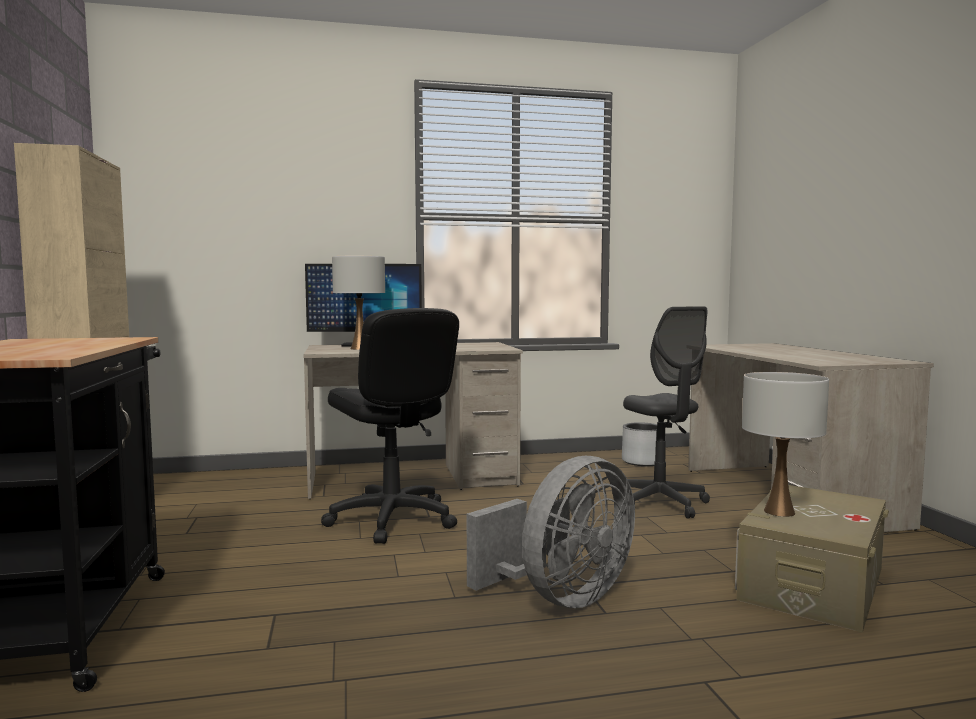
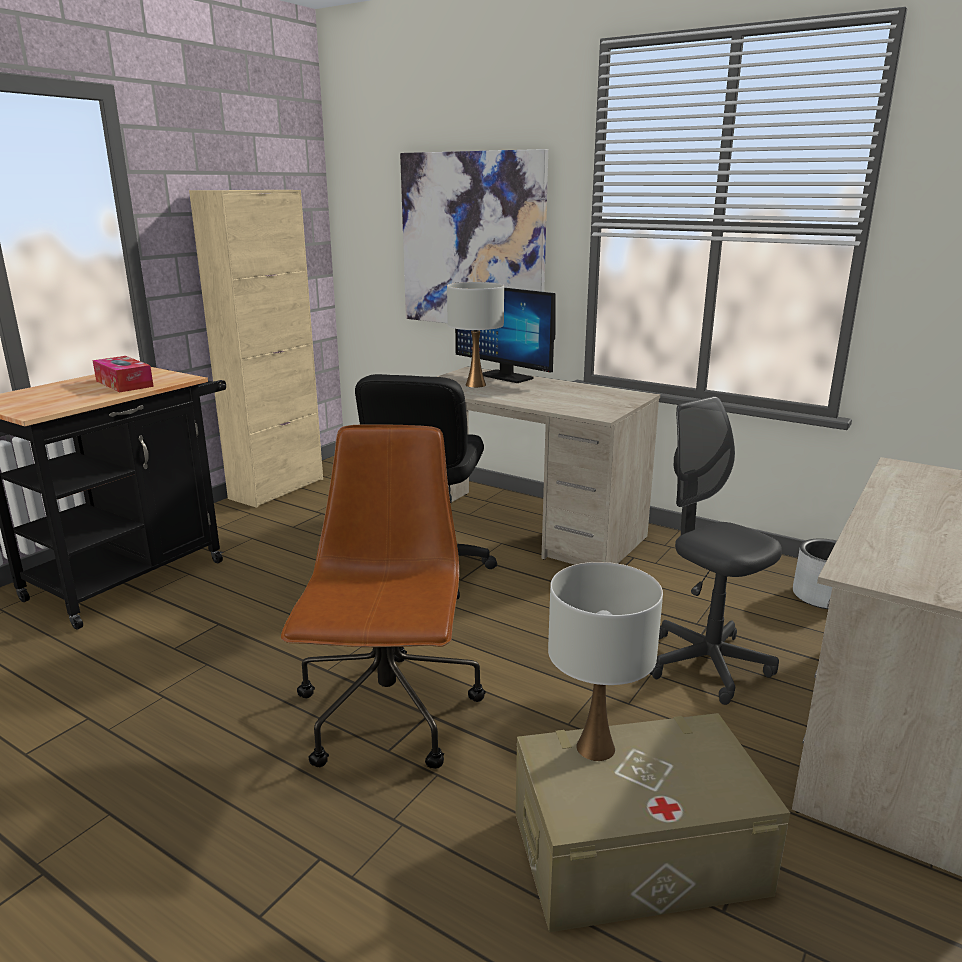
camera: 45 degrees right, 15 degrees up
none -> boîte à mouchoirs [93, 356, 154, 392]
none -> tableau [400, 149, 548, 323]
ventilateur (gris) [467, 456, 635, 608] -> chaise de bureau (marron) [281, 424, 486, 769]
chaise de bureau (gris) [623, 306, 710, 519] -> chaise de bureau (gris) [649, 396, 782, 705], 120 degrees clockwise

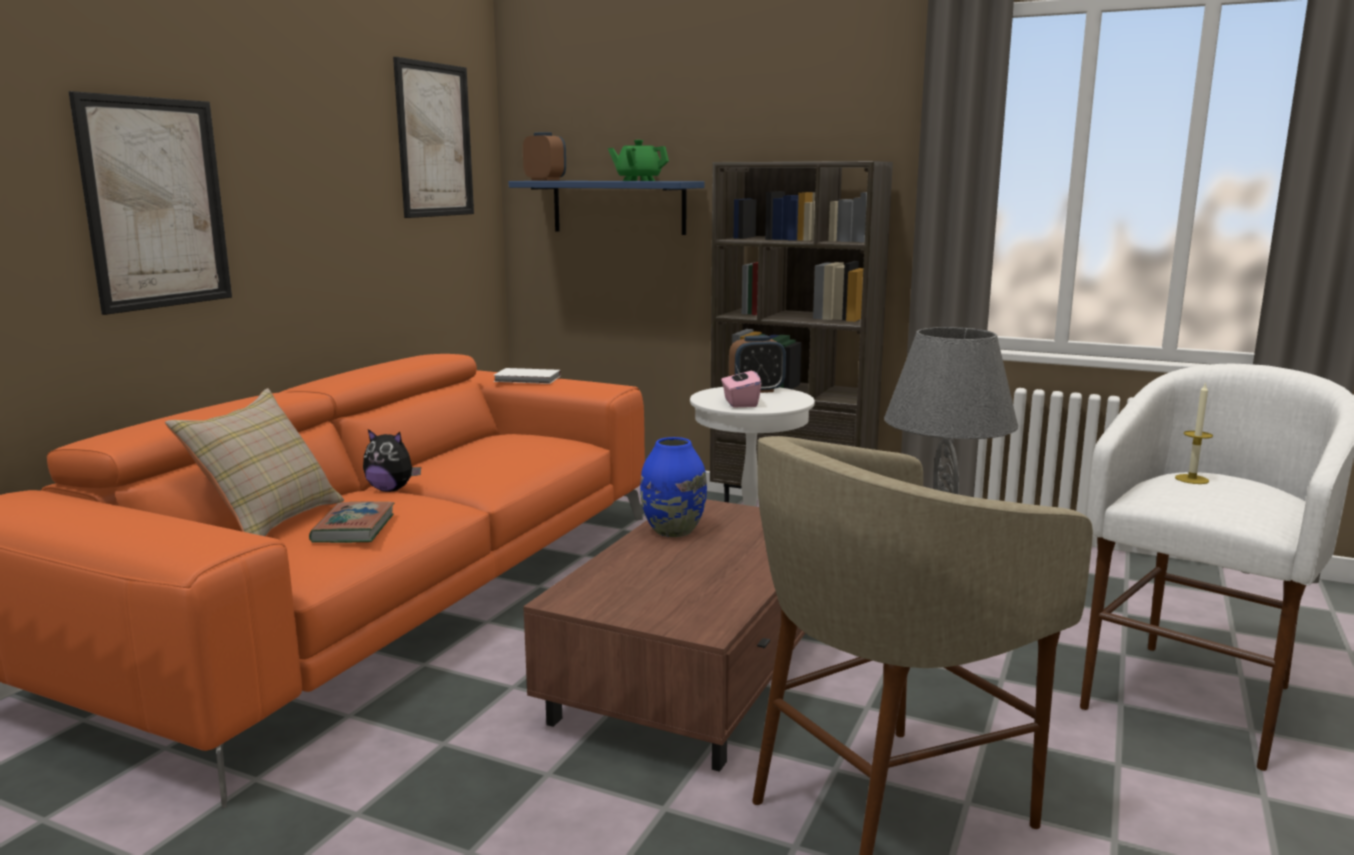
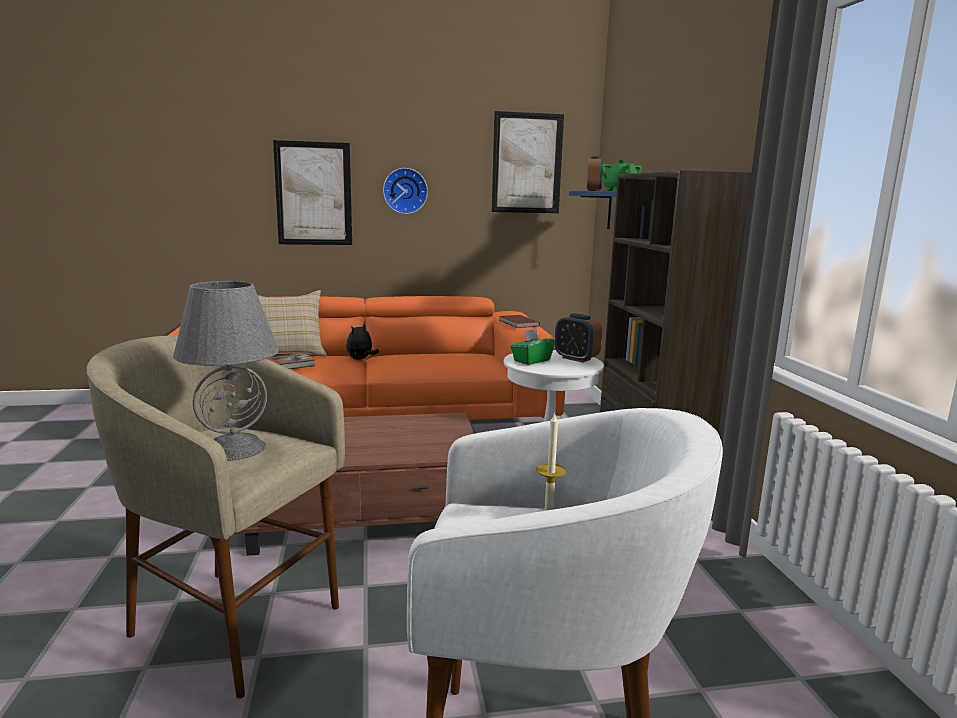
camera: 55 degrees right, 0 degrees up
vase (bleu) [640, 437, 707, 537] -> none
none -> horloge murale [383, 168, 428, 214]
livre (blanc) [494, 368, 561, 384] -> livre (marron) [499, 315, 540, 328]
boîte à mouchoirs (rose) [721, 364, 761, 407] -> boîte à mouchoirs (vert) [510, 329, 555, 365]
peluche [363, 429, 421, 492] -> peluche [346, 323, 379, 360], 45 degrees clockwise

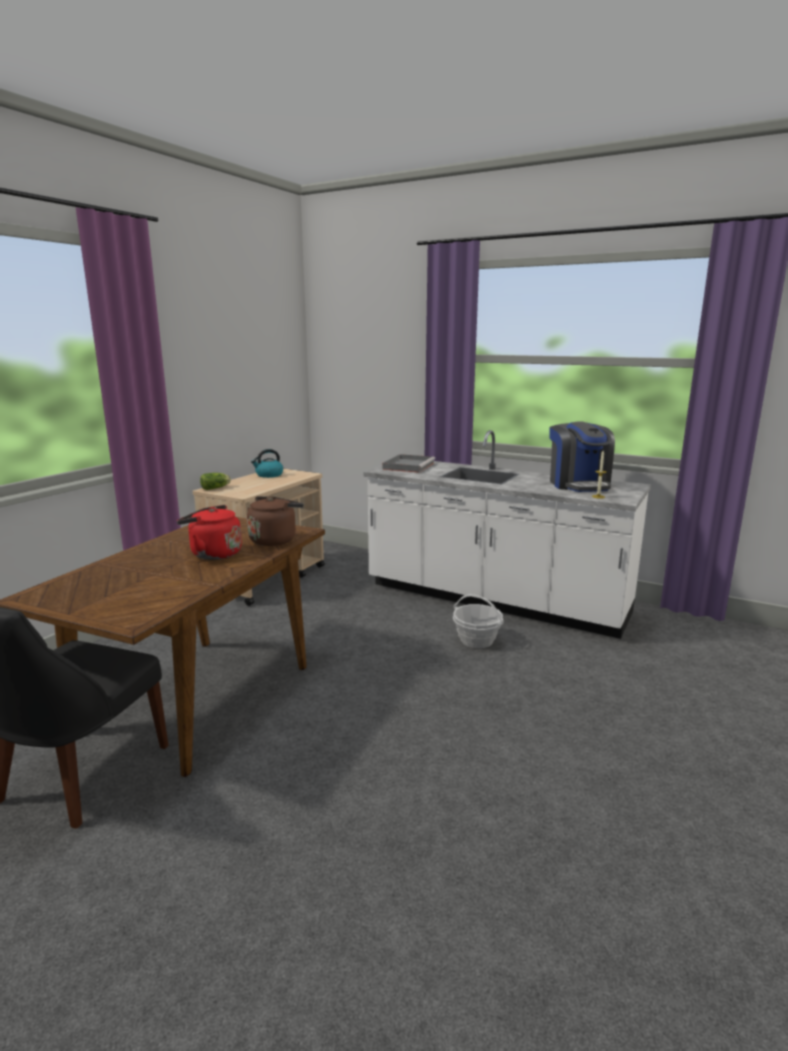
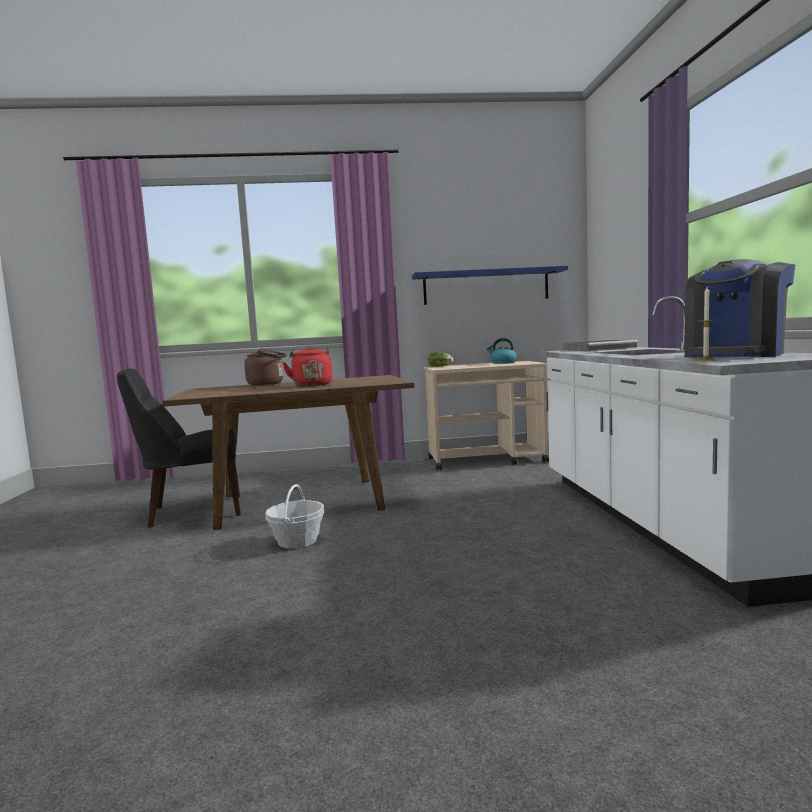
camera: 55 degrees right, 10 degrees down
none -> étagère (bleu) [412, 266, 568, 305]
bouilloire (marron) [247, 496, 304, 546] -> bouilloire (marron) [244, 348, 287, 386], relocated
panier [453, 594, 504, 648] -> panier [265, 484, 324, 549], relocated

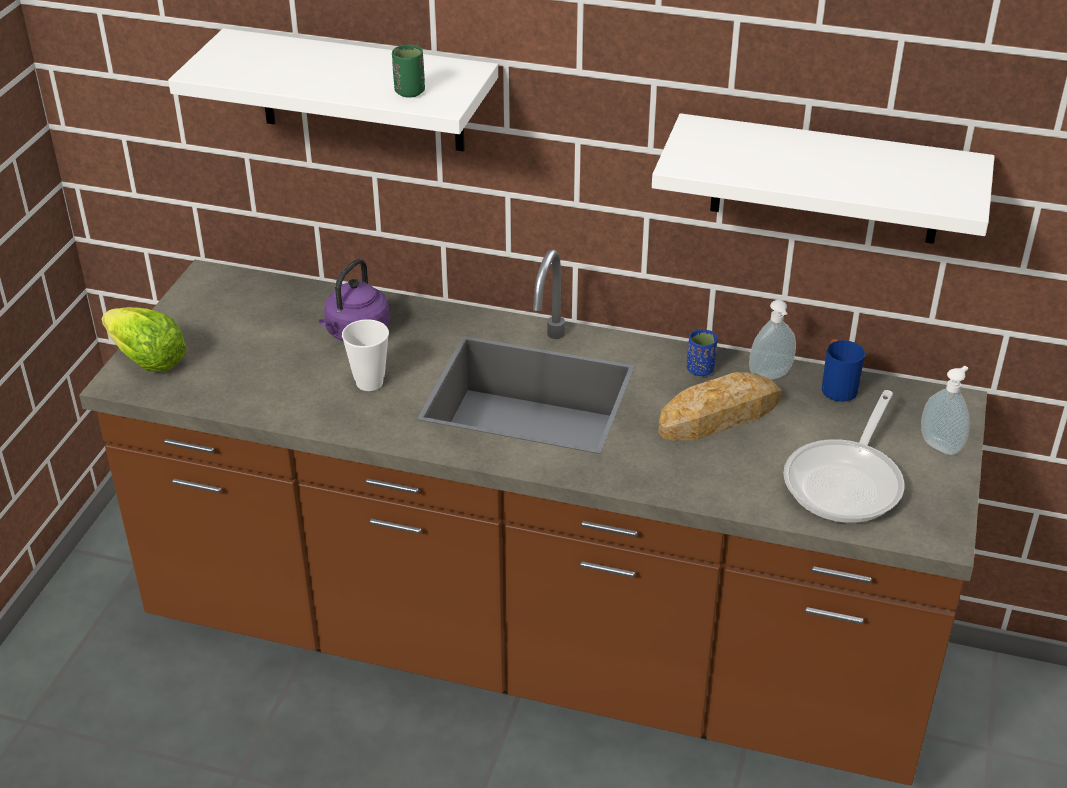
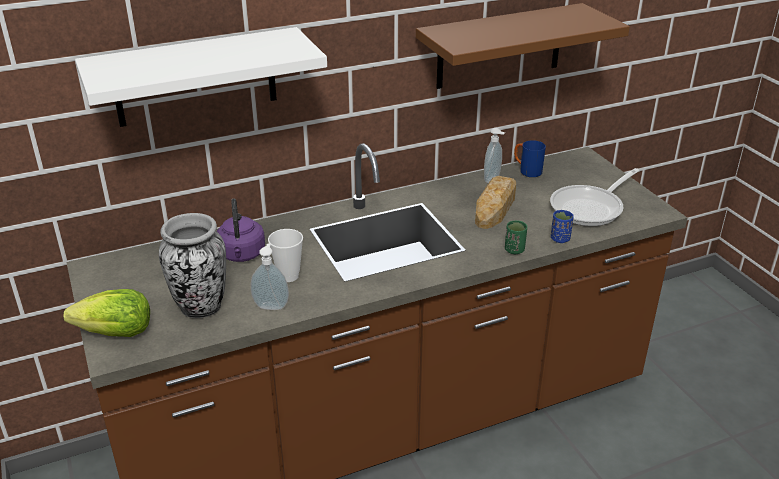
camera: 40 degrees left, 5 degrees down
none -> vase [159, 213, 226, 318]
tasse (vert) [392, 45, 425, 98] -> tasse (vert) [505, 221, 527, 254], relocated
tasse (bleu) [687, 329, 718, 376] -> tasse (bleu) [551, 210, 574, 243], relocated
distributeur de savon [921, 366, 970, 455] -> distributeur de savon [250, 243, 289, 310], relocated
étagère (blanc) [652, 113, 995, 244] -> étagère (marron) [416, 3, 630, 89]
poêle [783, 390, 904, 523] -> poêle [550, 168, 640, 226], 60 degrees clockwise

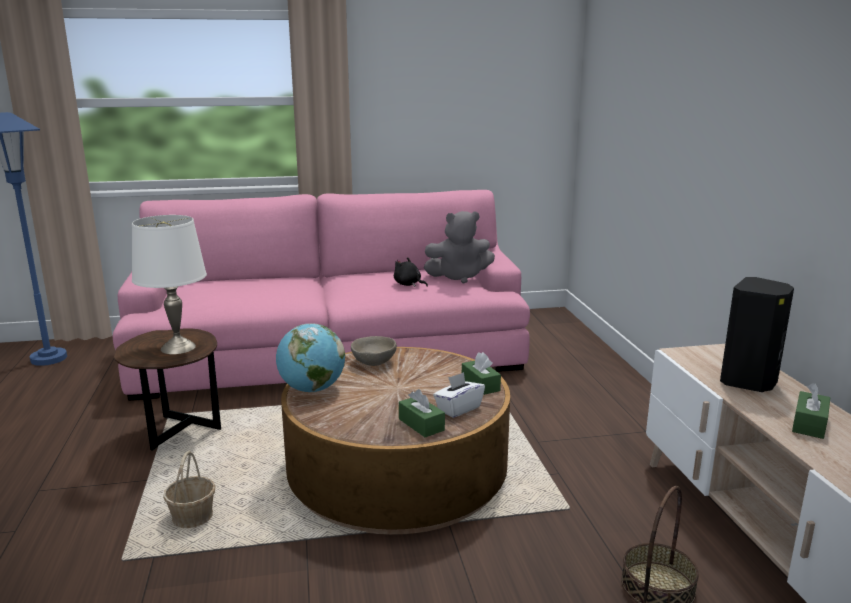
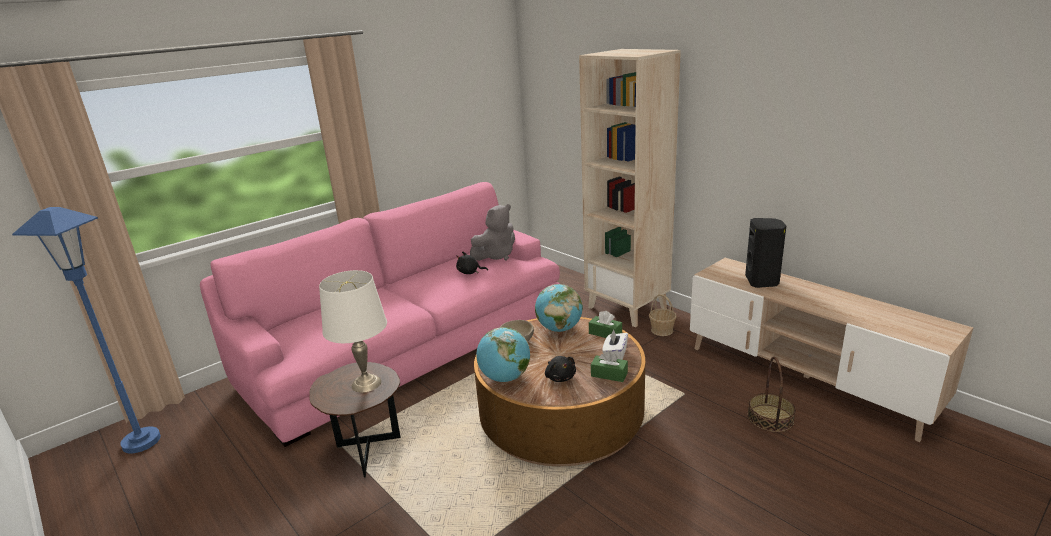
camera: 30 degrees left, 5 degrees up
boîte à mouchoirs (vert) [792, 383, 830, 439] -> none
none -> globe [535, 284, 583, 332]
none -> peluche (noir) [545, 356, 576, 382]
none -> bibliothèque (beige) [579, 49, 681, 327]
panier [163, 451, 215, 528] -> panier [649, 294, 677, 336], relocated

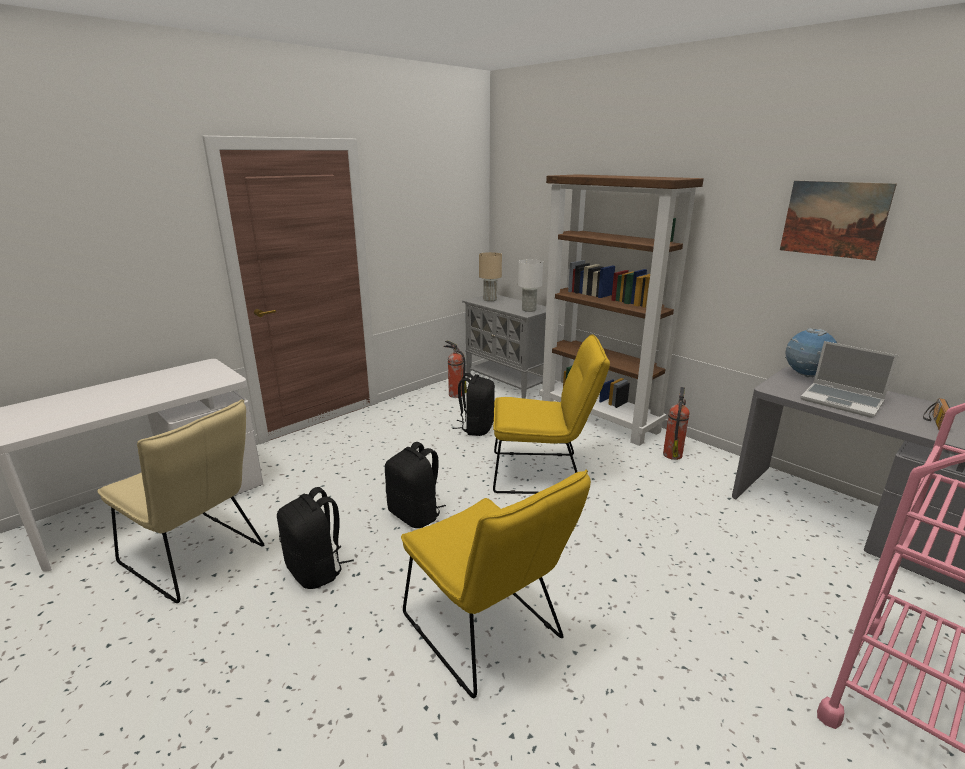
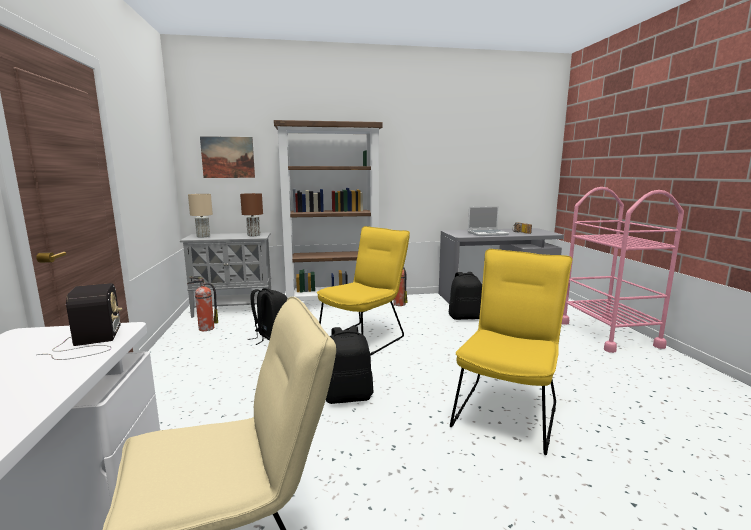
camera: 55 degrees left, 10 degrees down
globe [785, 328, 837, 377] -> none
none -> radio [36, 283, 123, 360]
sac à dos (noir) [277, 487, 354, 589] -> sac à dos (noir) [449, 272, 482, 320], relocated
tableau [780, 181, 897, 261] -> tableau [200, 136, 255, 178], relocated
lampe de table (blanc) [518, 259, 543, 312] -> lampe de table (marron) [240, 193, 263, 236]
chaise (jaune) [401, 470, 591, 698] -> chaise (jaune) [450, 249, 573, 455], 60 degrees counterclockwise

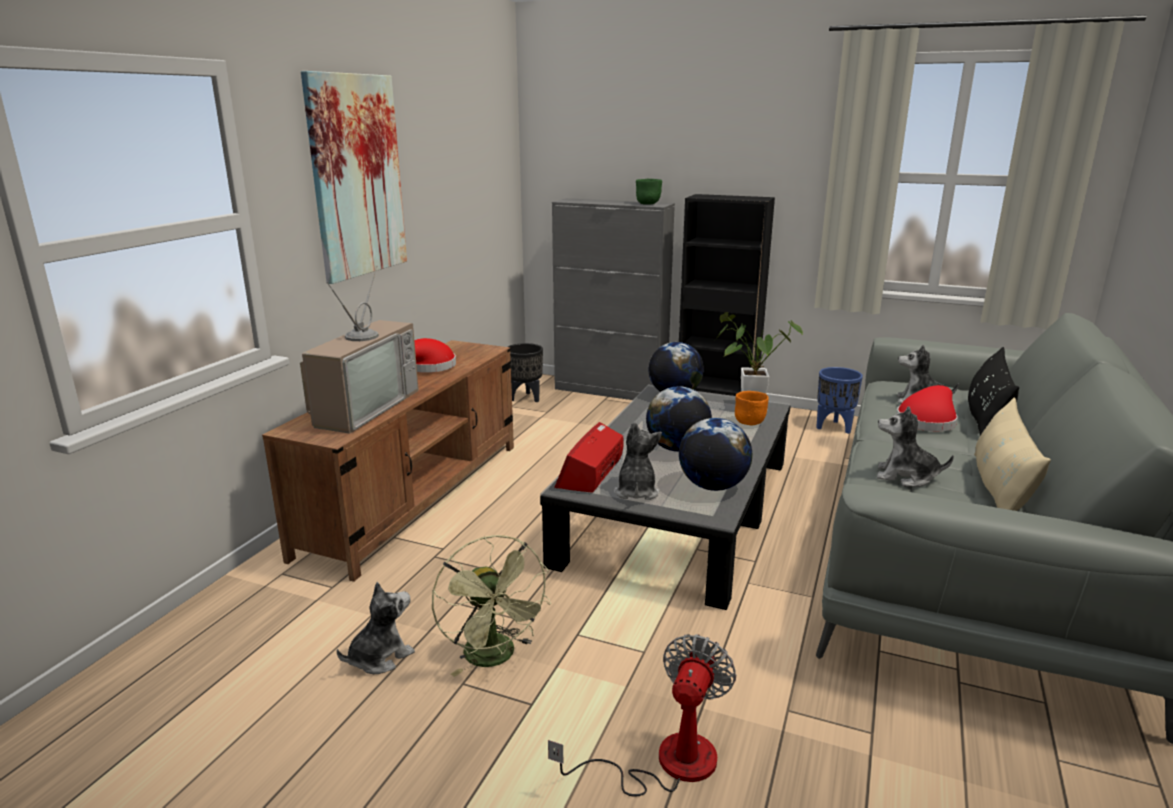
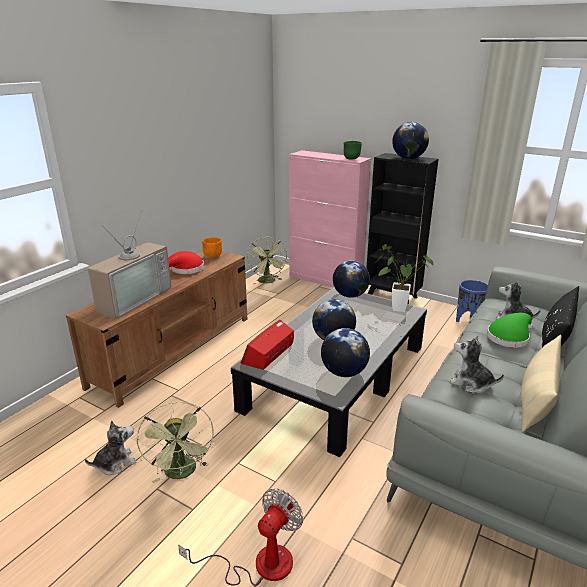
camera: 10 degrees right, 5 degrees up
tableau [301, 71, 407, 284] -> none
peluche [614, 422, 662, 500] -> none
none -> globe [392, 122, 429, 159]
bol (orange) [735, 391, 769, 425] -> bol (orange) [202, 237, 222, 258], relocated
cache-pot (noir) [508, 343, 543, 402] -> ventilateur (vert) [247, 237, 287, 284]
meuble de rangement (gris) [552, 198, 675, 400] -> meuble de rangement (rose) [289, 150, 371, 288]
chapeau (rouge) [896, 385, 958, 432] -> chapeau (vert) [487, 313, 533, 348]

